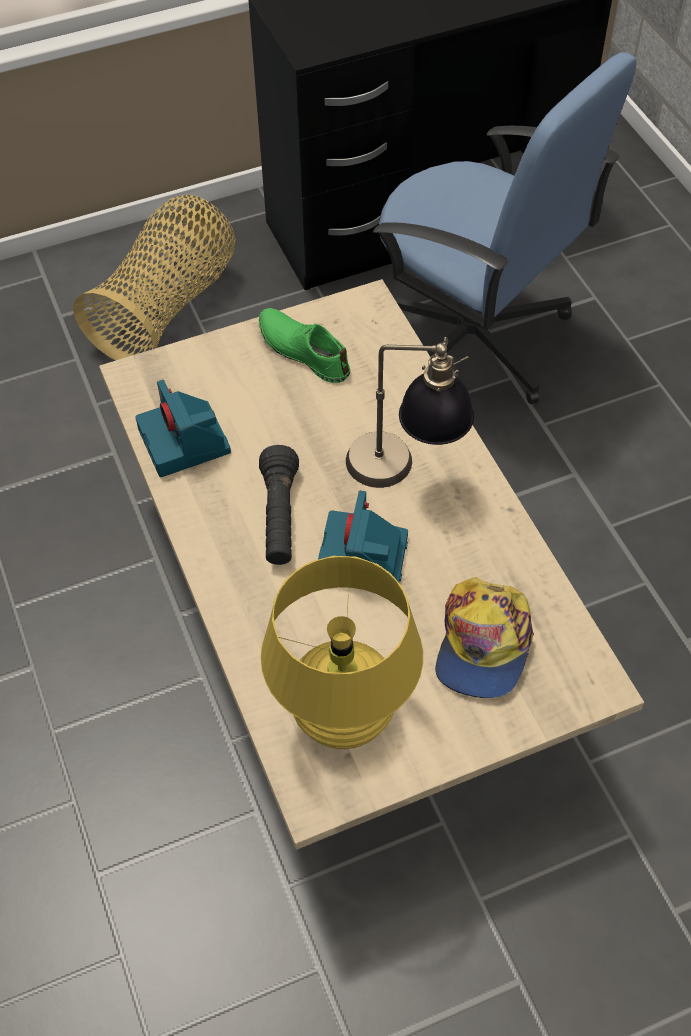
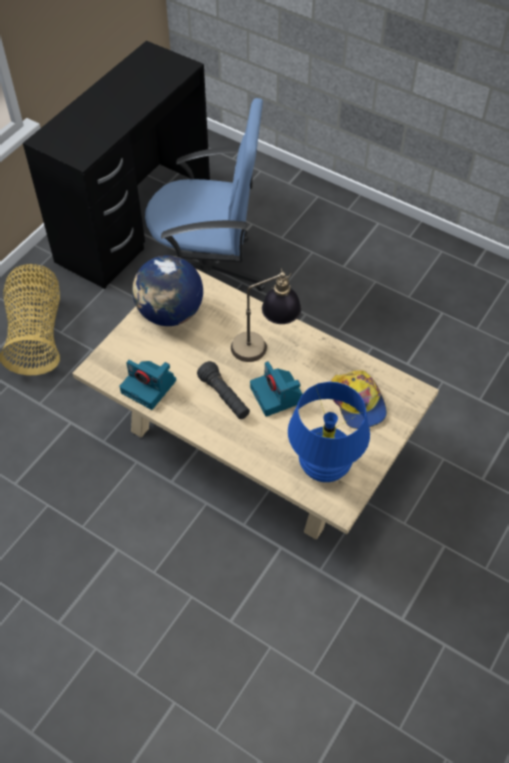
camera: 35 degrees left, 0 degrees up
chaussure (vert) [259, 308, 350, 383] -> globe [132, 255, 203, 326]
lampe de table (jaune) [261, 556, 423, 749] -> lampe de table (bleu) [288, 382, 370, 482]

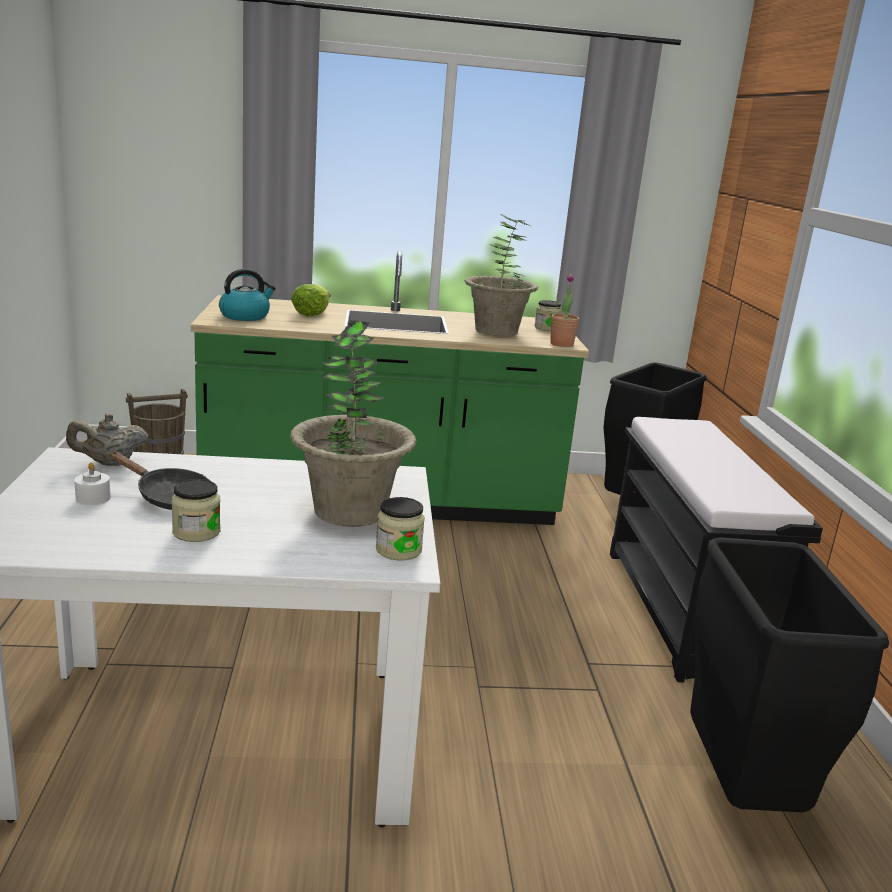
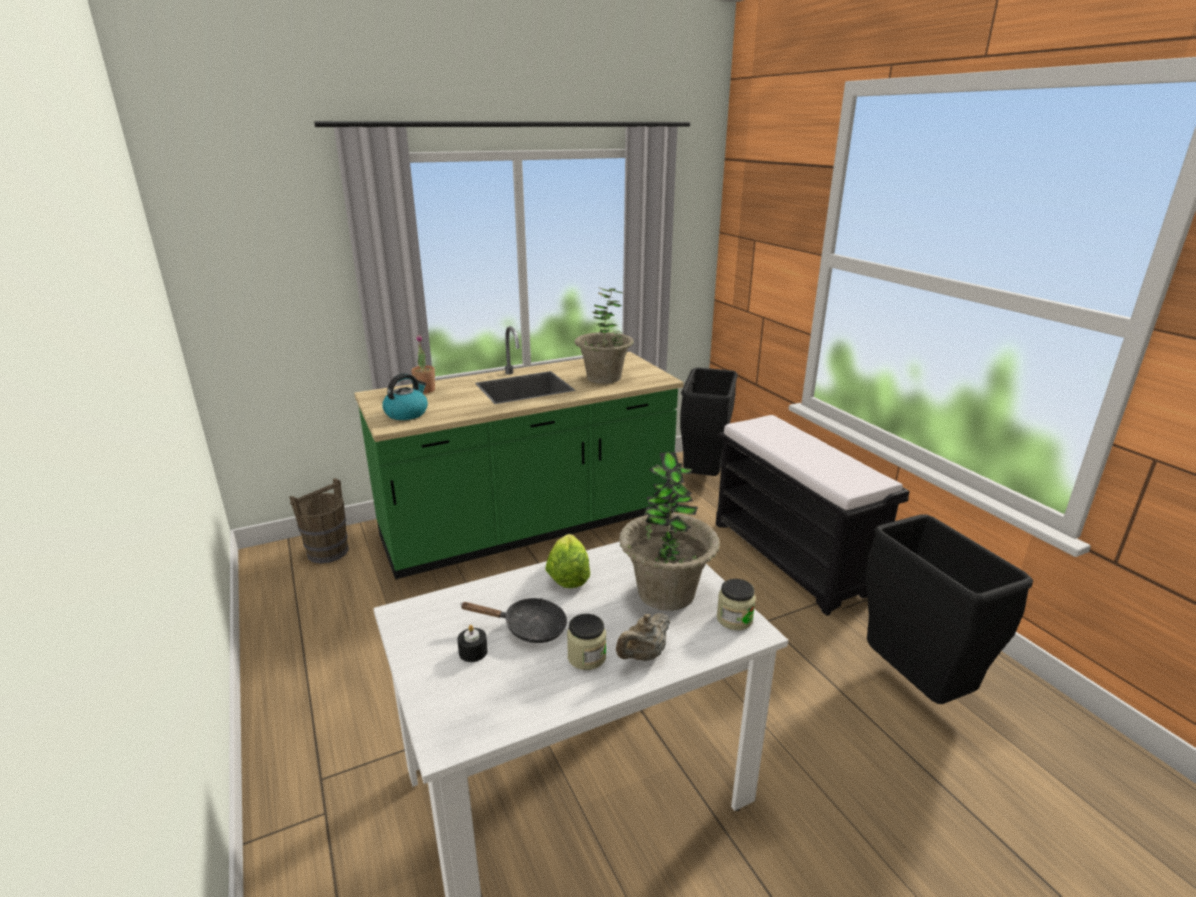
camera: 20 degrees left, 5 degrees up
bocal [535, 300, 561, 331] -> none
théière (beige) [66, 413, 148, 466] -> théière (beige) [616, 613, 670, 661], relocated
laitue [291, 284, 330, 316] -> laitue [545, 534, 590, 588], relocated
plante en pot [550, 273, 579, 347] -> plante en pot [411, 335, 435, 394], relocated
bougie (blanc) [74, 462, 111, 505] -> bougie (noir) [457, 625, 488, 662]

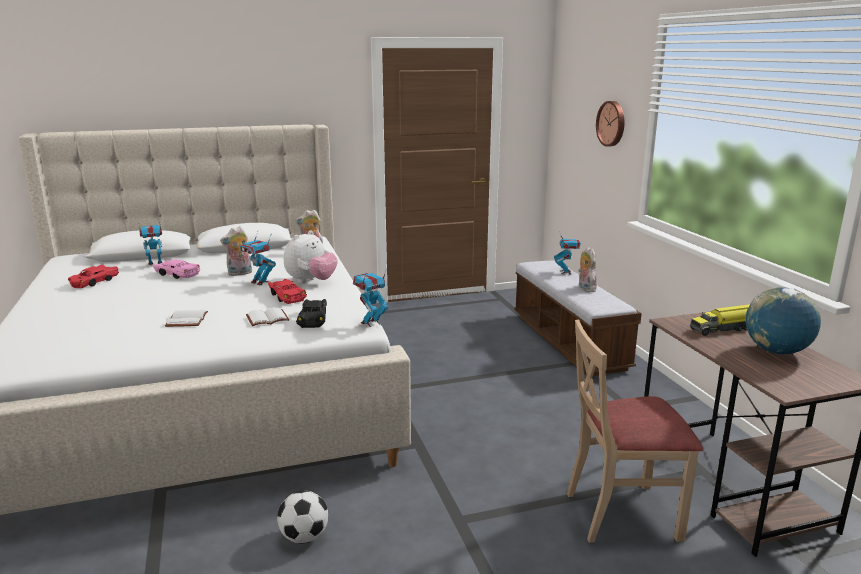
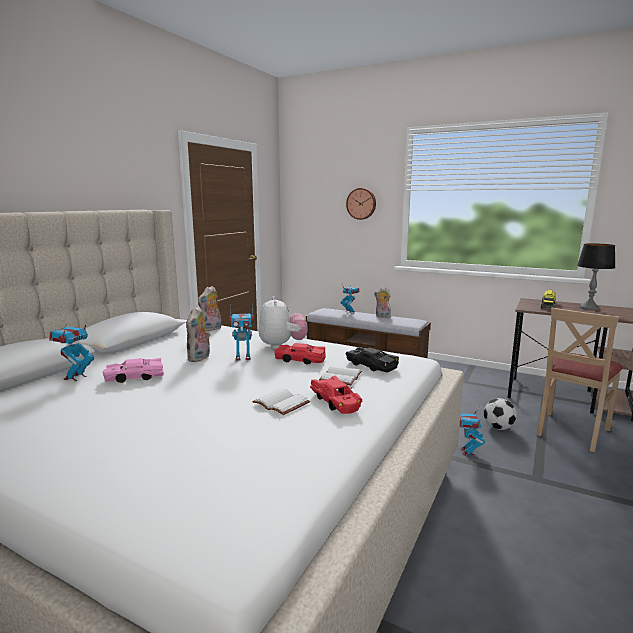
camera: 45 degrees left, 5 degrees down
petite voiture (rouge) [68, 265, 119, 288] -> petite voiture (rouge) [310, 376, 362, 414], relocated
ballon de foot [277, 491, 328, 544] -> ballon de foot [484, 398, 517, 430], relocated
robot jouet [353, 268, 388, 327] -> robot jouet [459, 408, 485, 455], relocated
globe [746, 287, 821, 354] -> lampe de table [577, 243, 616, 310]

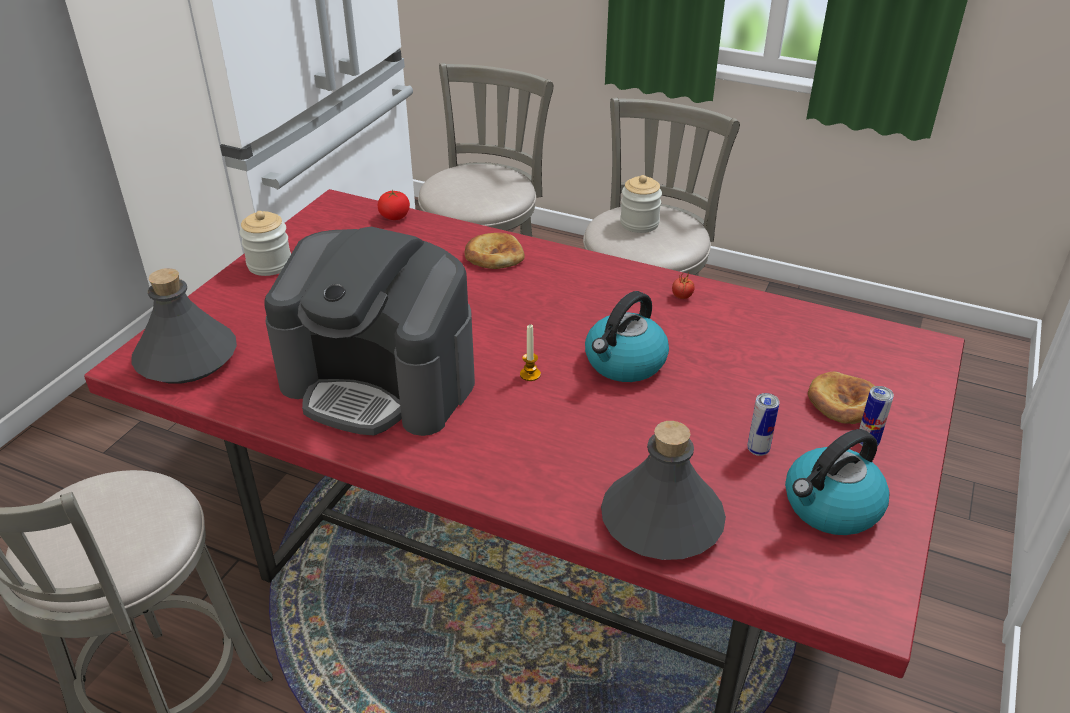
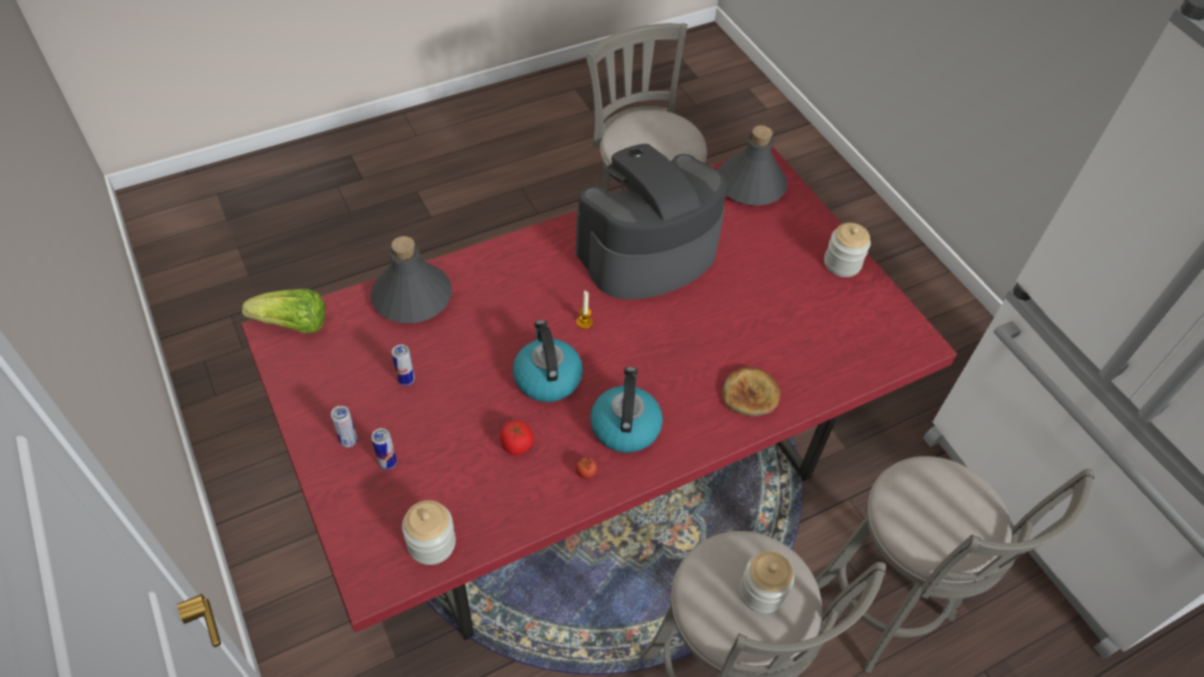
camera: 125 degrees right, 15 degrees up
none -> laitue [242, 289, 326, 333]
none -> bocal [402, 500, 456, 565]
tomate [378, 190, 410, 220] -> tomate [500, 420, 534, 455], relocated
bouilloire [785, 429, 889, 535] -> bouilloire [590, 367, 663, 453], relocated
pain [808, 372, 875, 424] -> boîte métallique [371, 428, 397, 470]

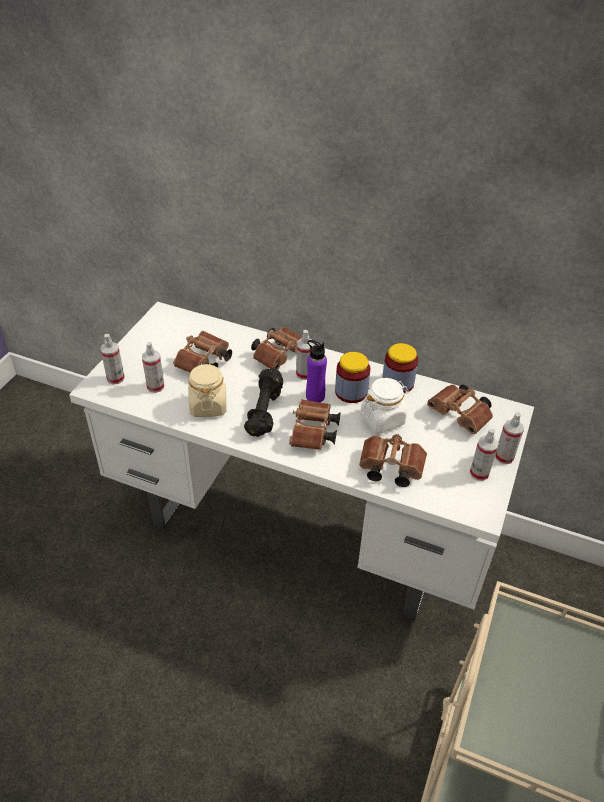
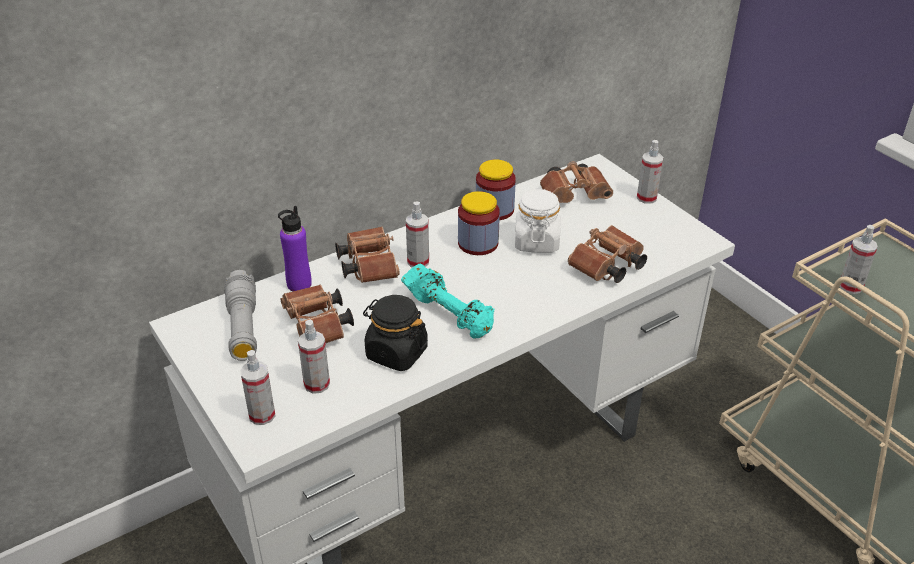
camera: 55 degrees left, 5 degrees down
jumelles (marron) [289, 399, 341, 450] -> none
none -> lampe de poche (gris) [224, 270, 257, 361]
bouteille (violet) [306, 340, 327, 402] -> bouteille (violet) [278, 206, 312, 291], relocated
vaporisateur [470, 429, 499, 481] -> vaporisateur [840, 225, 878, 294], relocated
bocal (beige) [188, 363, 227, 417] -> bocal (noir) [363, 295, 428, 371]
haltère (noir) [244, 368, 283, 437] -> haltère (turquoise) [401, 263, 494, 339]

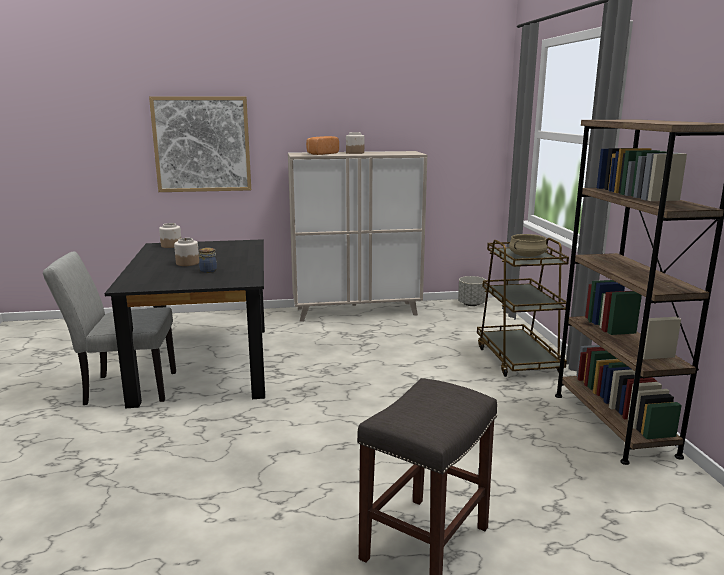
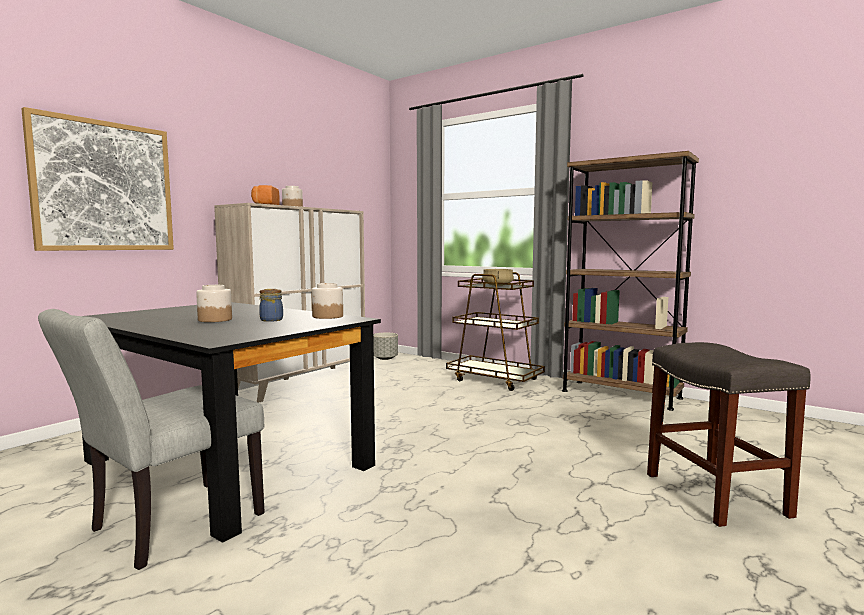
camera: 45 degrees left, 10 degrees down
bocal [159, 223, 181, 248] -> bocal [312, 283, 343, 319], relocated

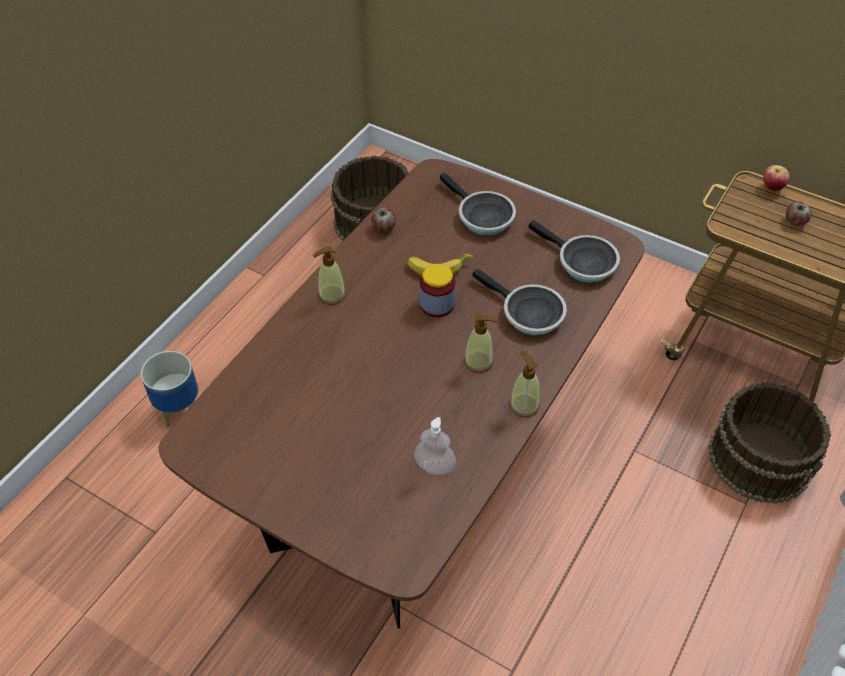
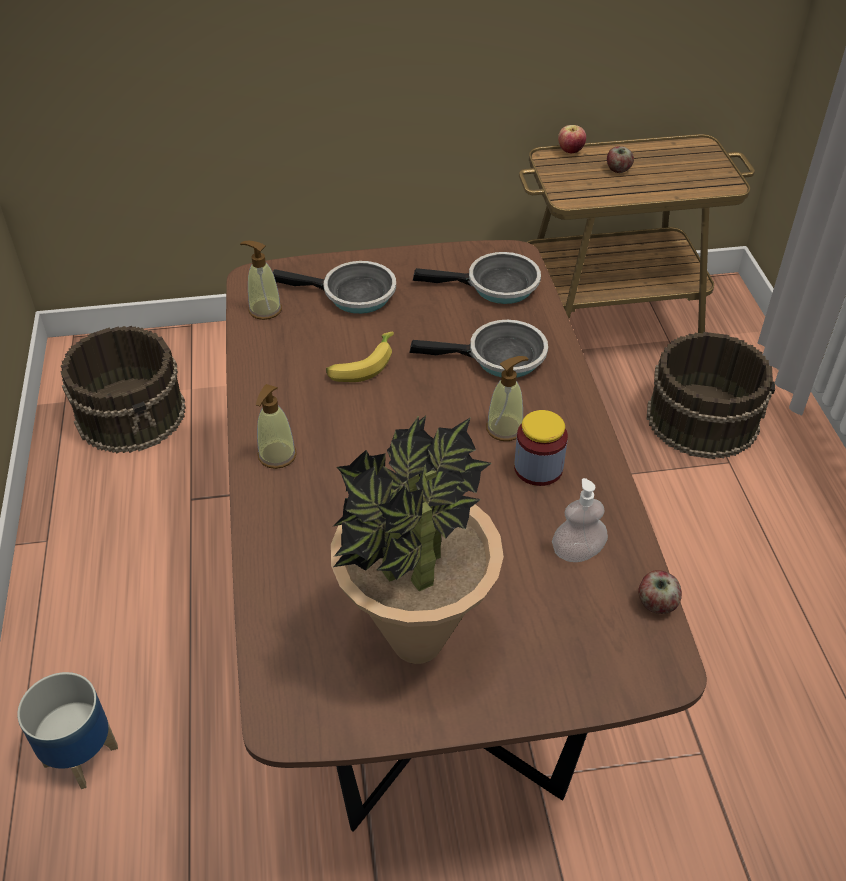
camera: 40 degrees left, 5 degrees down
none -> plante en pot [331, 416, 504, 664]
pomme [372, 207, 396, 233] -> pomme [638, 570, 682, 614], relocated
bocal [420, 264, 455, 317] -> bocal [514, 410, 568, 486], relocated
distributeur de savon [509, 351, 540, 418] -> distributeur de savon [240, 241, 282, 320], relocated

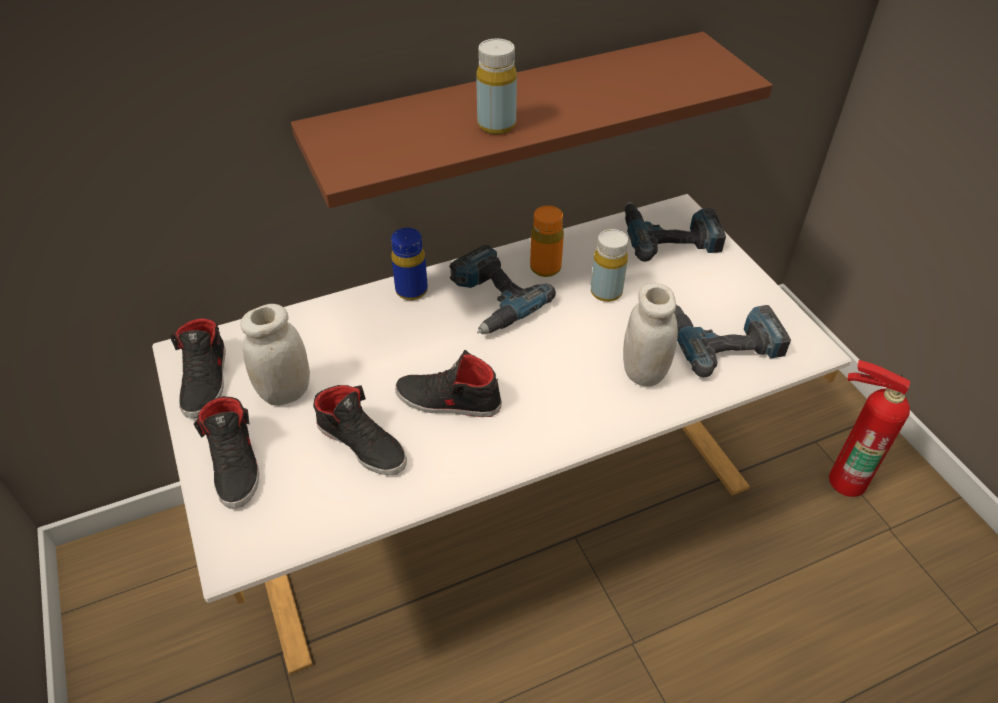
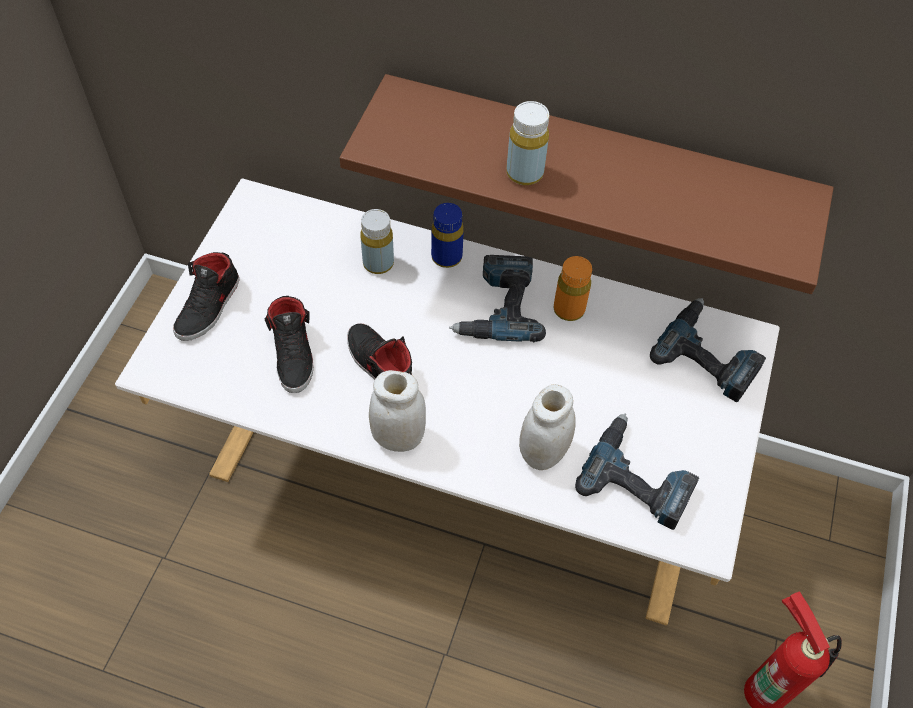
camera: 40 degrees right, 10 degrees up
chaussure (noir) [170, 318, 226, 418] -> none
bocal (blanc) [240, 304, 310, 406] -> bocal (blanc) [369, 370, 426, 452], relocated
bouteille (jaune) [591, 229, 628, 302] -> bouteille (jaune) [360, 209, 394, 274], relocated

